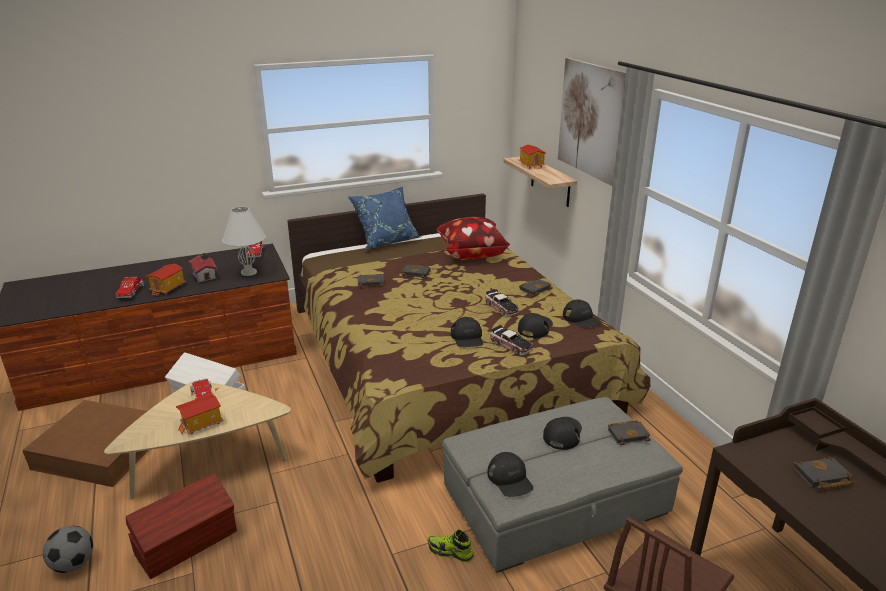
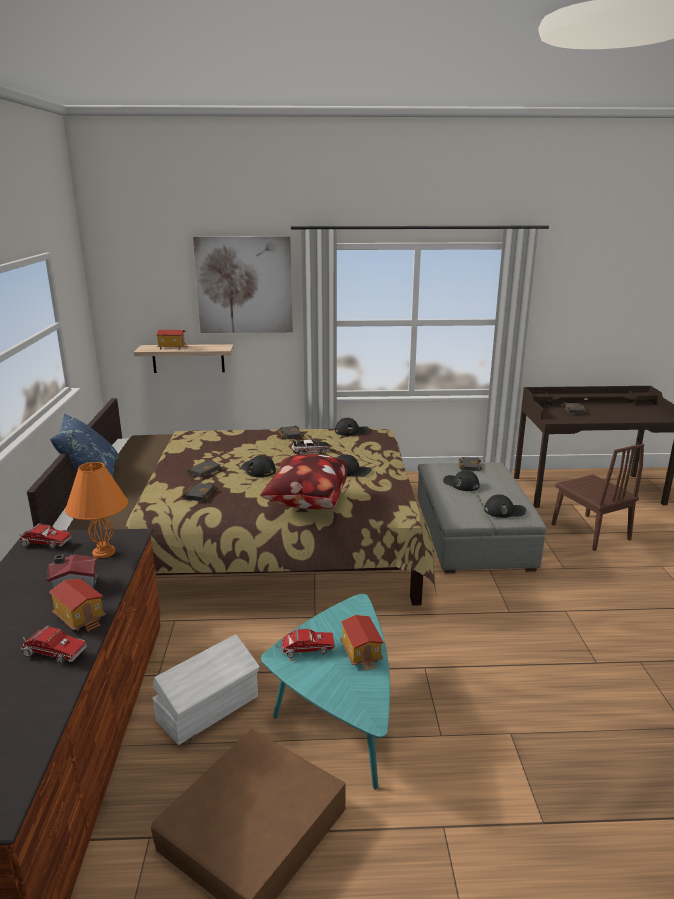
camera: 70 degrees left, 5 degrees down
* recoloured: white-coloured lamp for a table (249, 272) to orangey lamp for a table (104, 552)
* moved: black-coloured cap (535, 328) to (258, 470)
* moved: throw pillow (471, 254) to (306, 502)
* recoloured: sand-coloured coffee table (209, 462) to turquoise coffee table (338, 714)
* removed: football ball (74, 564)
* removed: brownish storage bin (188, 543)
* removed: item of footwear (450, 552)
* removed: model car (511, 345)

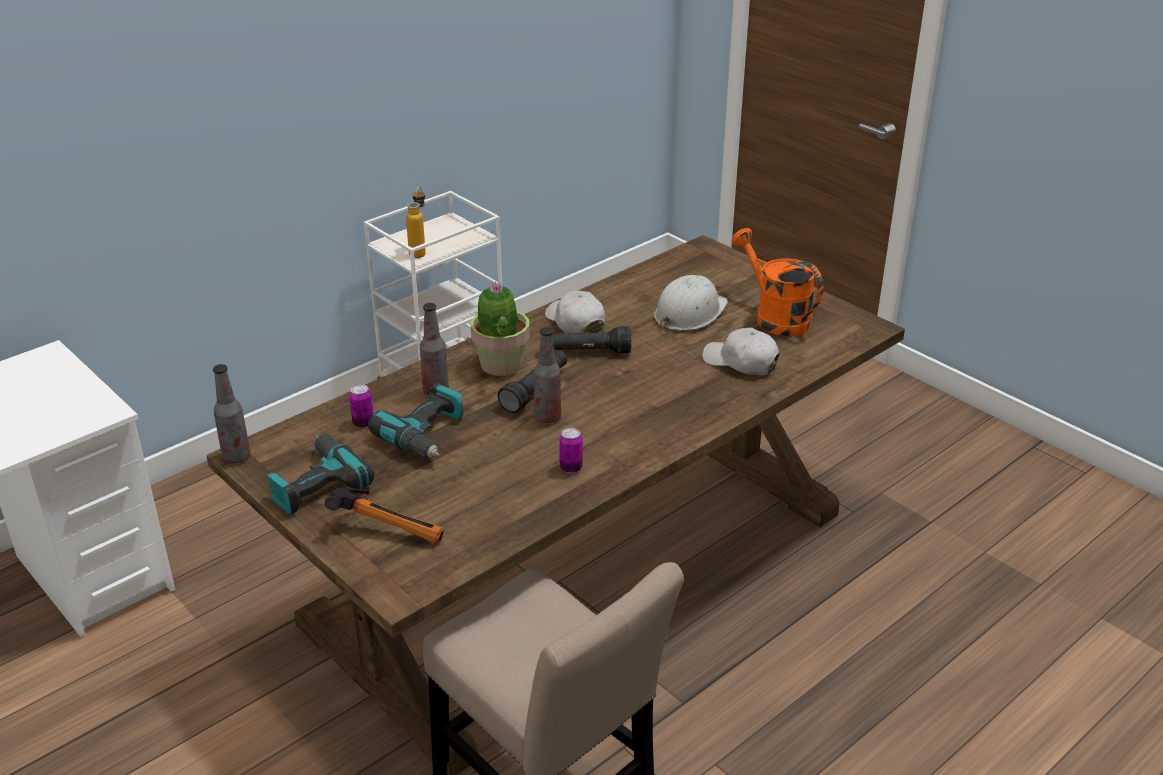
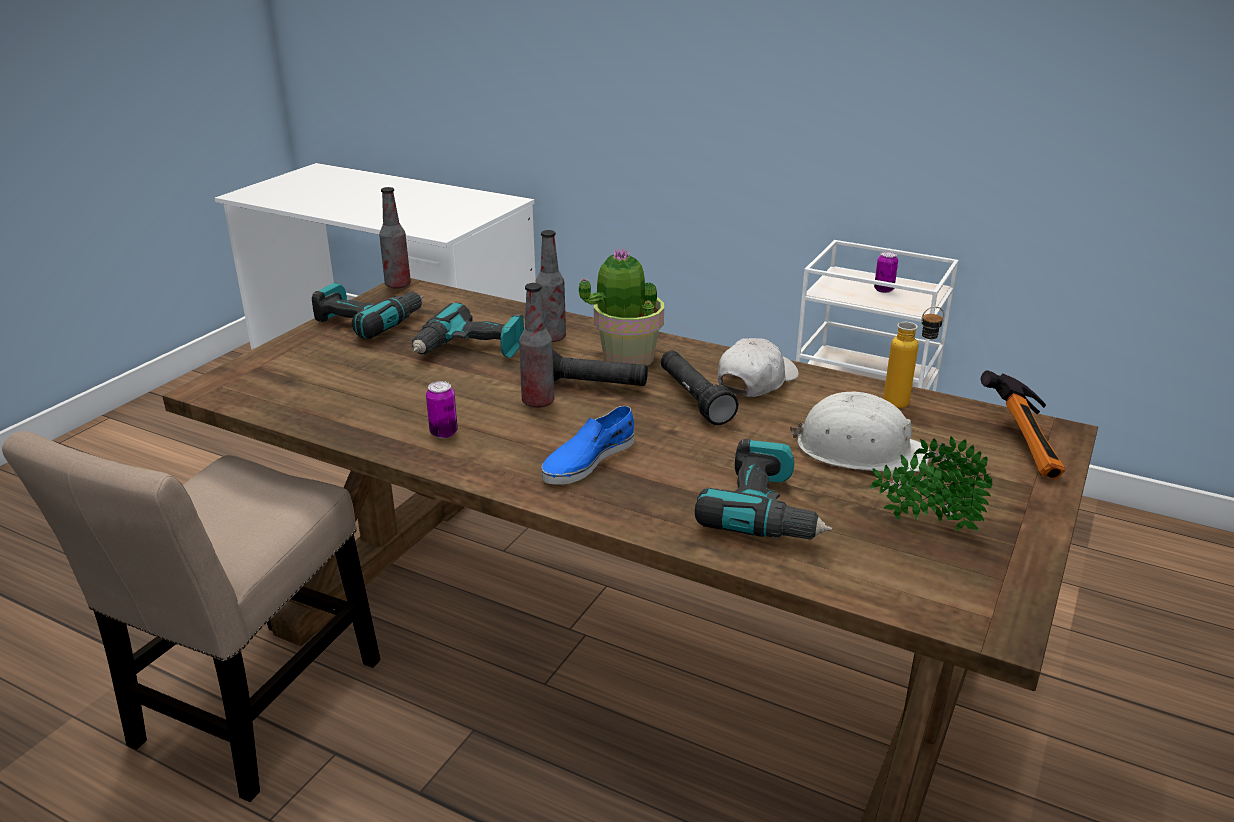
camera: 70 degrees right, 5 degrees down
* added: blue-coloured item of footwear (588, 460)
* replaced: white-coloured cap (741, 362) to drill (766, 511)
* replaced: orangey watering pot (775, 317) to houseplant (925, 522)
* moved: metal can (363, 423) to (883, 290)
* moved: drink bottle (420, 251) to (906, 403)
* moved: hammer (390, 527) to (1030, 445)

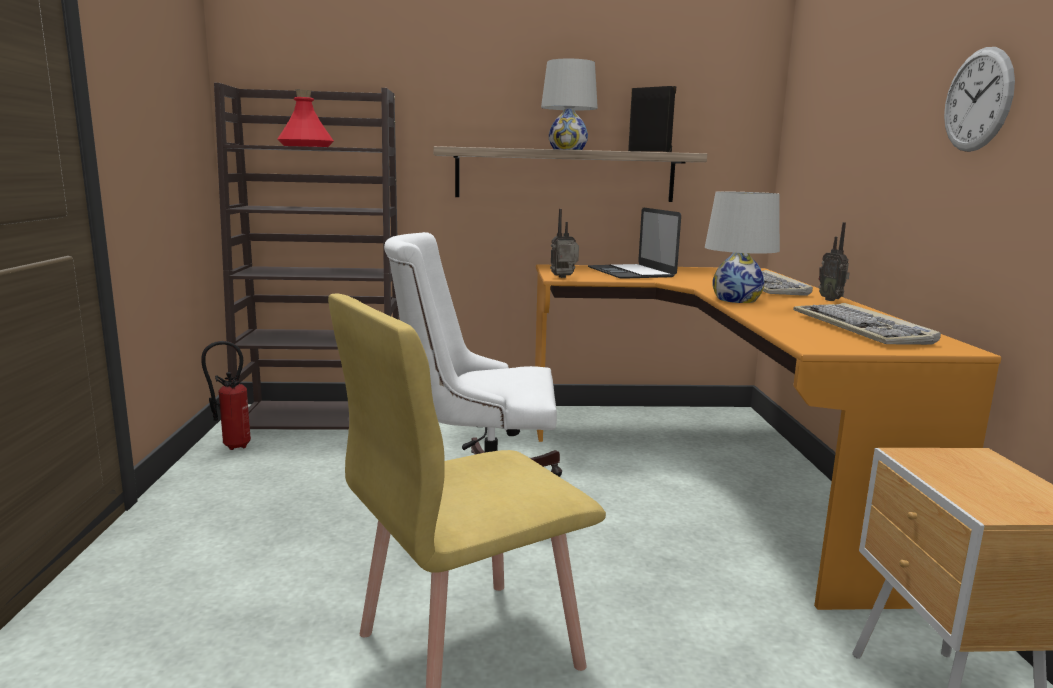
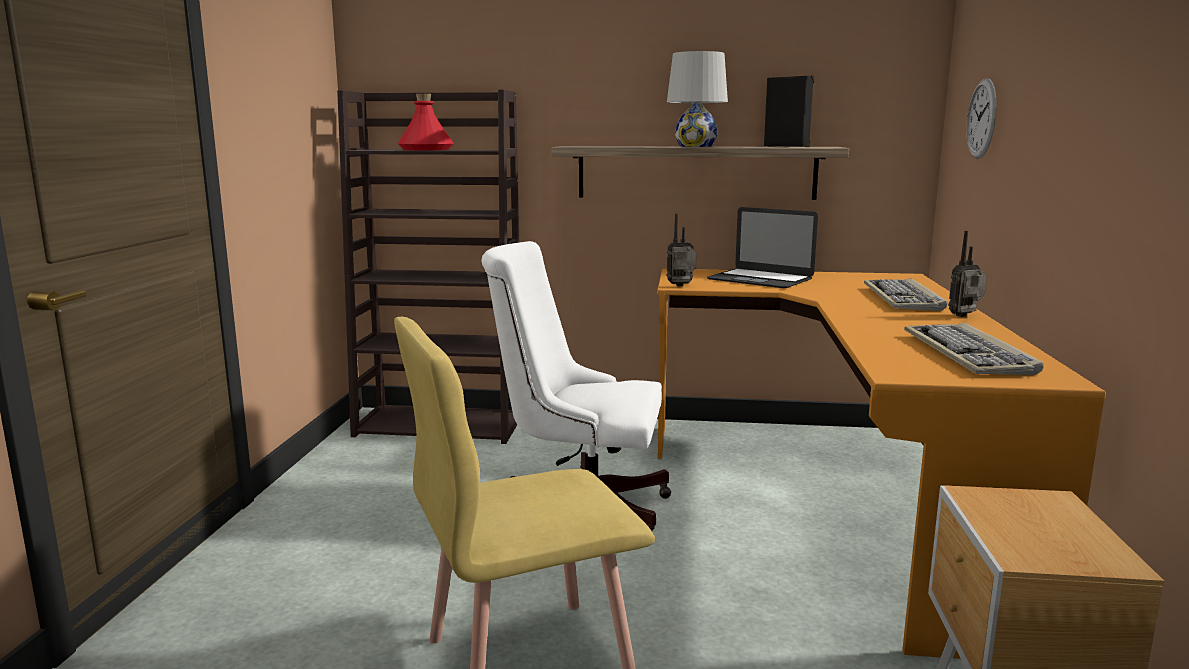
camera: 10 degrees right, 0 degrees up
* turned: laptop (631, 272) = (760, 279) 45 degrees counterclockwise
* turned: radio (831, 300) = (966, 316) 75 degrees clockwise
* moved: hanging clock (977, 100) to (982, 118)
* removed: fire extinguisher (232, 446)
* removed: white-coloured lamp for a table (736, 299)

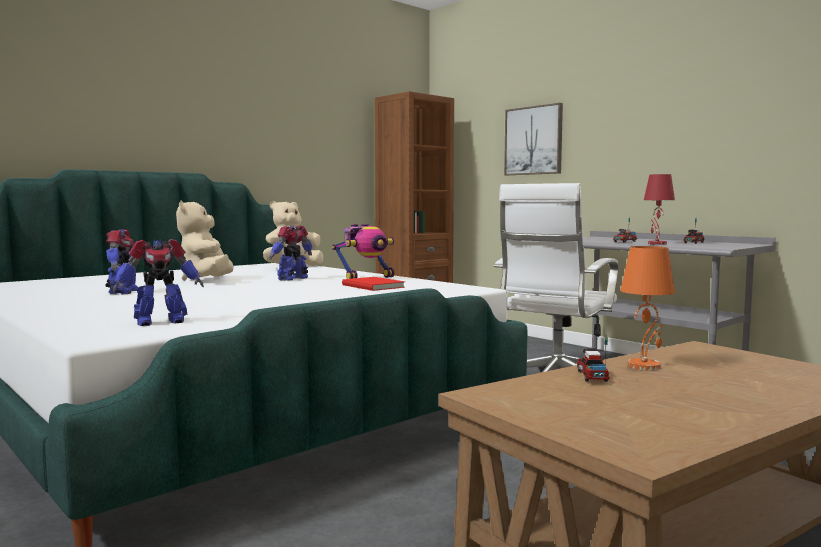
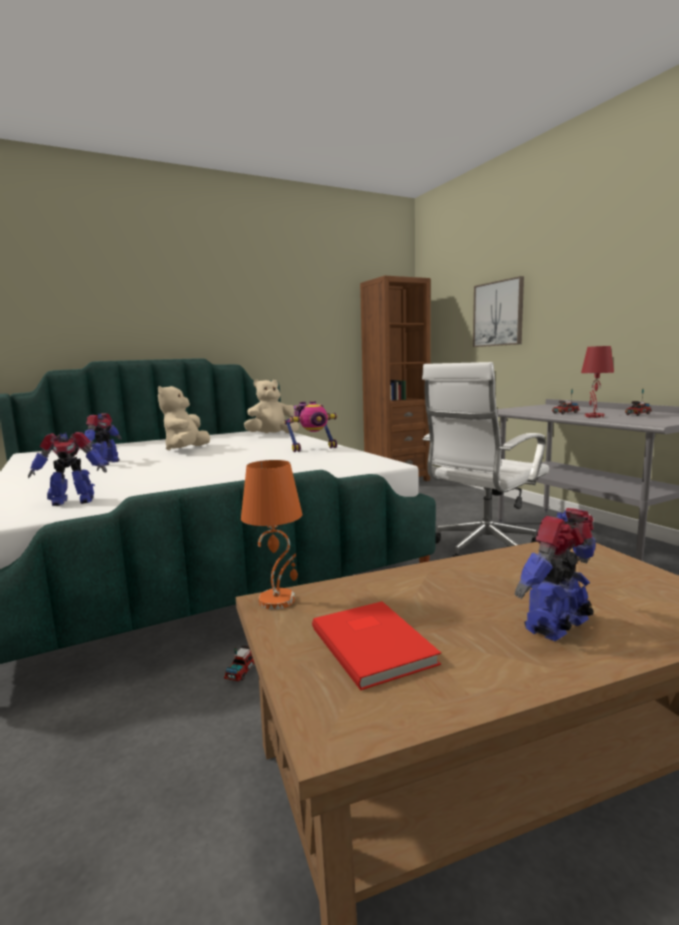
camera: 15 degrees right, 5 degrees up
* moved: toy lorry (592, 376) to (243, 669)
* moved: orangey lamp for a table (644, 366) to (278, 600)
* moved: red-coloured volume (374, 286) to (374, 644)
* moved: model robot (294, 279) to (558, 626)

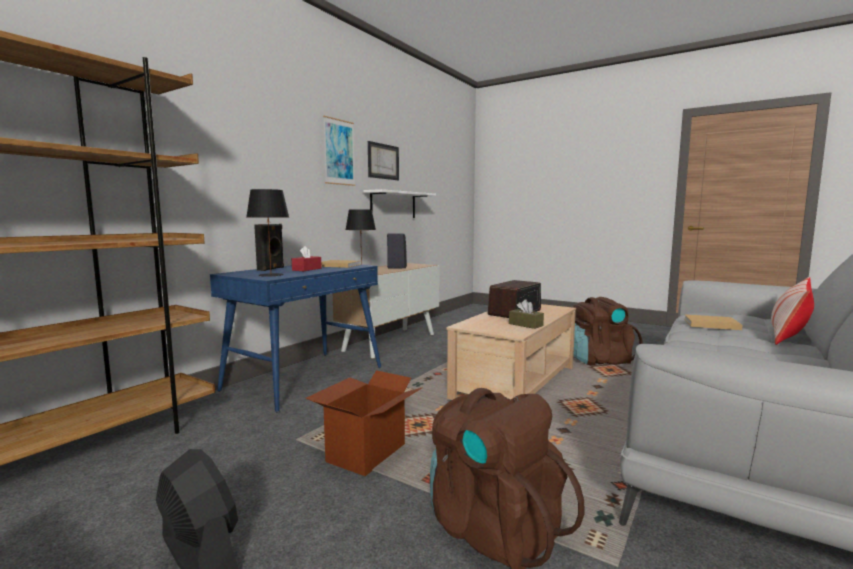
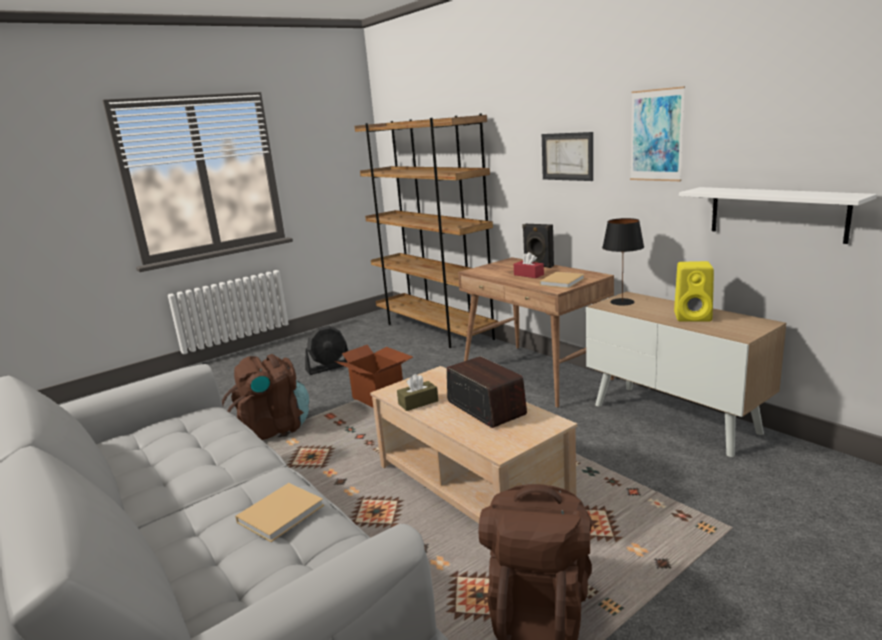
camera: 110 degrees right, 10 degrees up
* recoloured: blue-coloured desk table (305, 378) to brownish desk table (536, 374)
* moved: wall art (383, 161) to (567, 156)
* recoloured: black-coloured speaker (396, 267) to yellow speaker (694, 317)
* removed: black-coloured lamp for a table (271, 275)
* removed: throw pillow (789, 334)

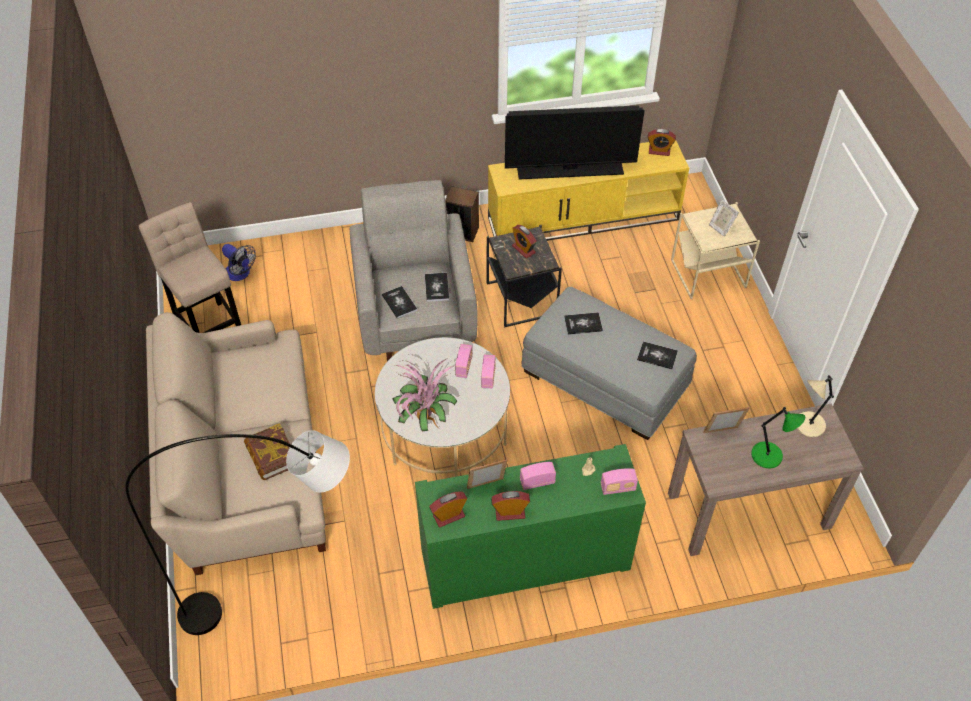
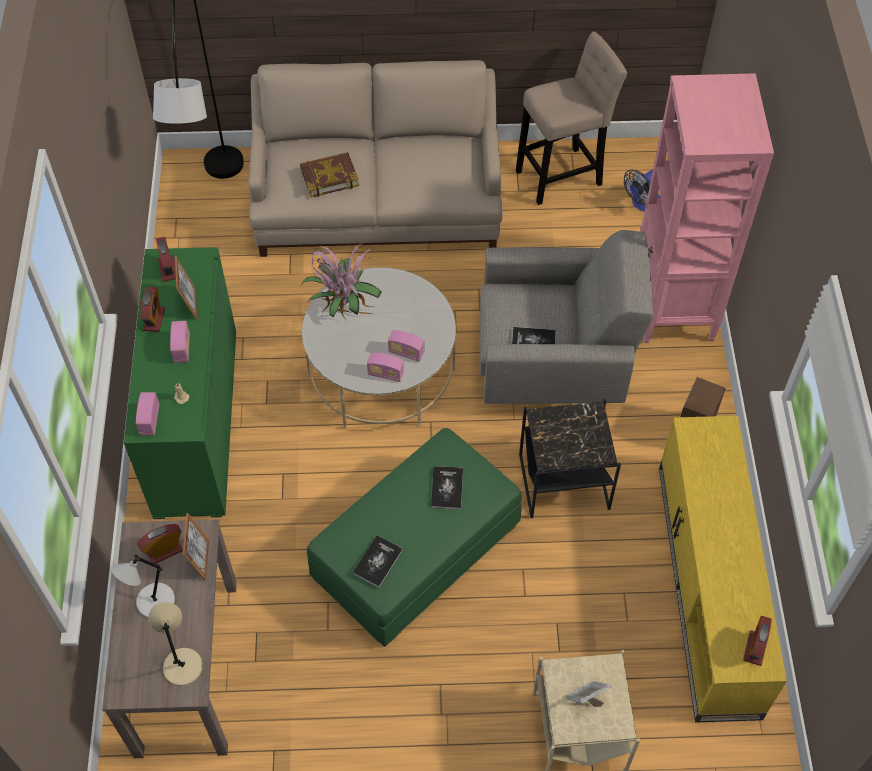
camera: 100 degrees right, 5 degrees up
* recoloured: green-coloured lamp for a table (768, 456) to gray lamp for a table (153, 603)
* moved: table clock (523, 249) to (164, 551)
* recoloured: gray pouffe (605, 379) to green-coloured pouffe (416, 552)
* added: pink bookshelf (672, 307)
* removed: volume (399, 303)
* removed: TV (570, 170)

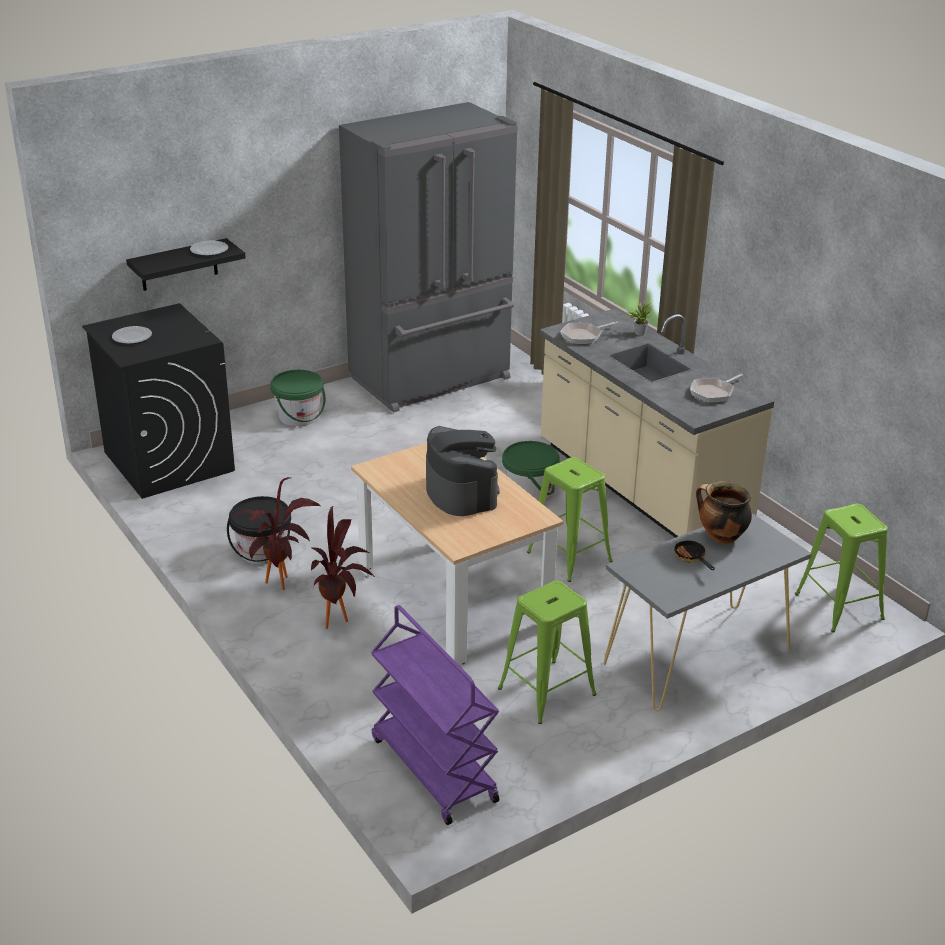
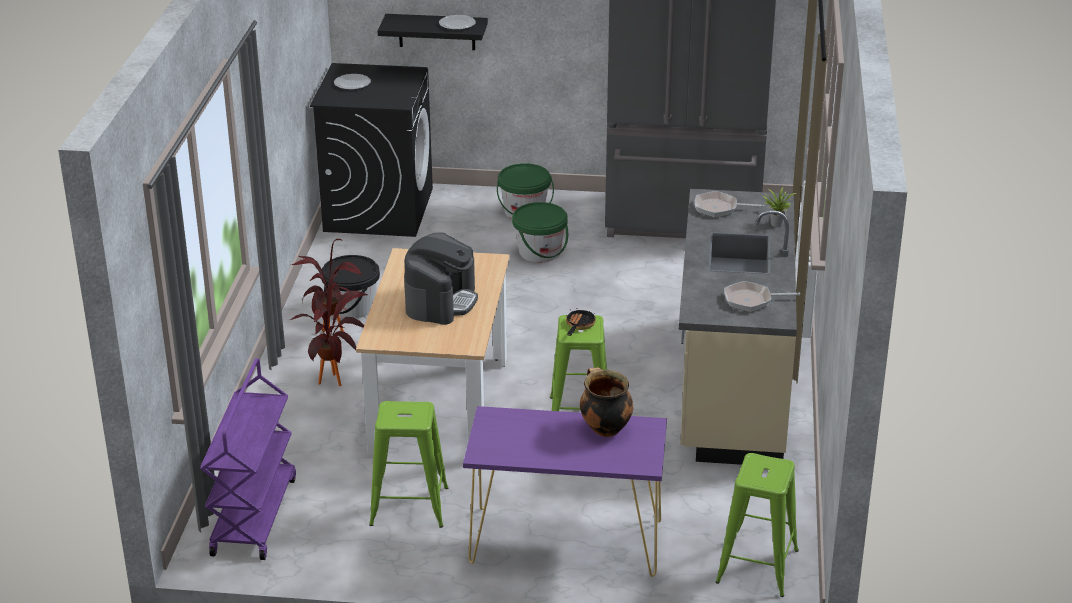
camera: 40 degrees right, 0 degrees up
* recoloured: gray console table (696, 657) to purplish console table (565, 541)
* moved: green-coloured pail (529, 492) to (540, 252)
* moved: pan (691, 558) to (579, 326)

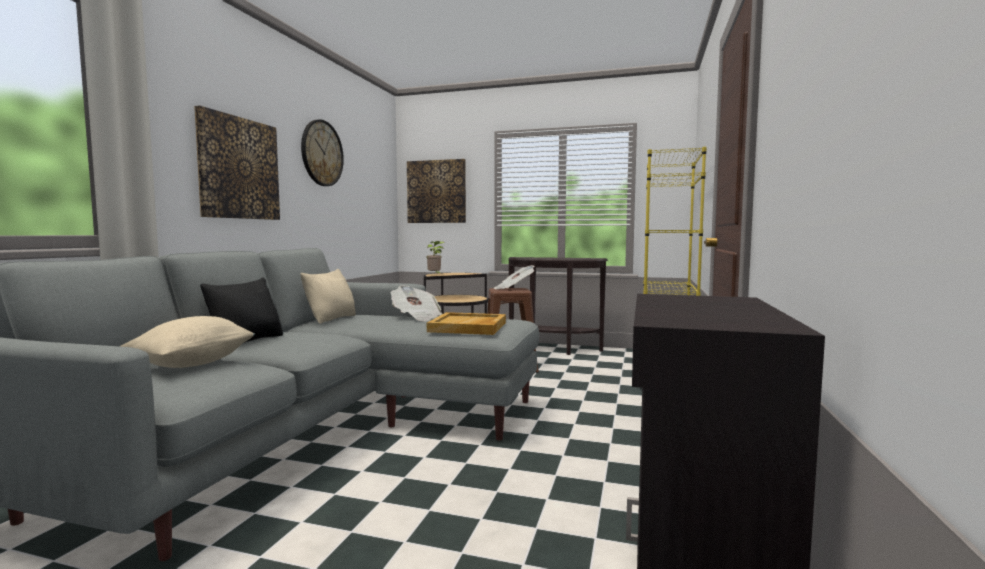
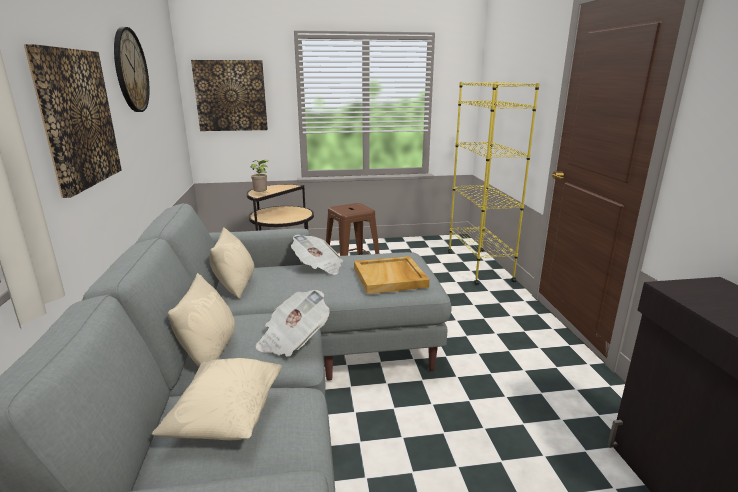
camera: 25 degrees left, 15 degrees up
* recoloured: black-coloured throw pillow (247, 341) to sand-coloured throw pillow (209, 351)
* moved: printed paper (514, 288) to (293, 339)
* removed: brownish console table (553, 350)

